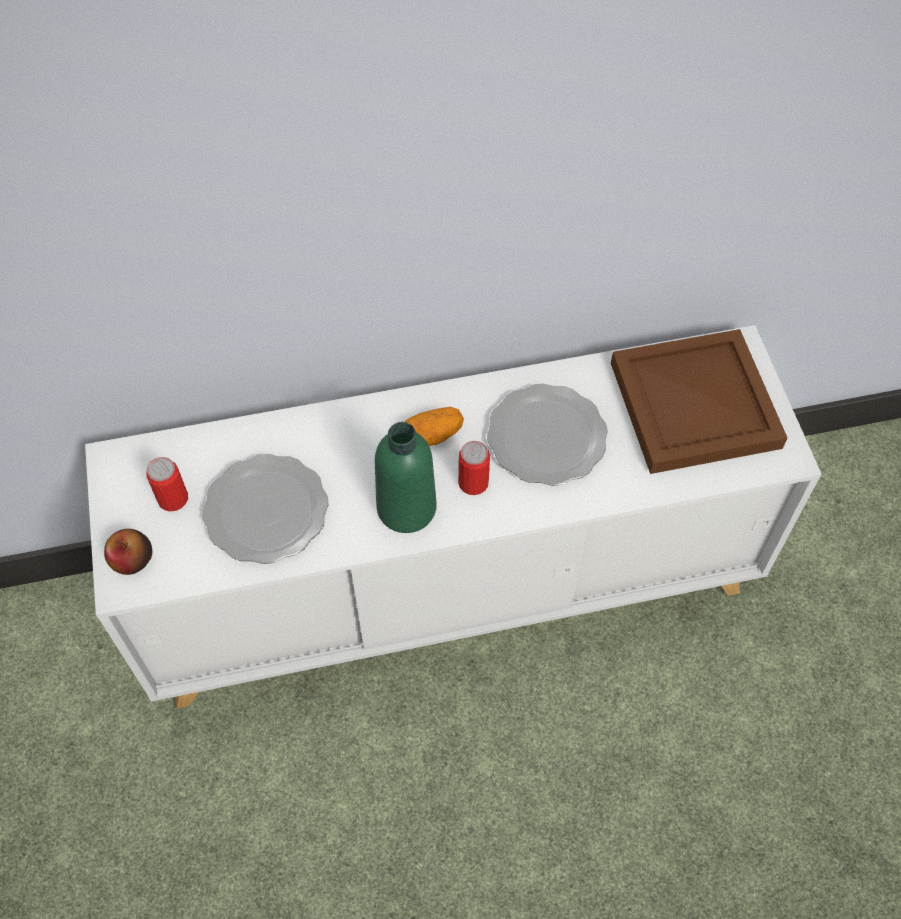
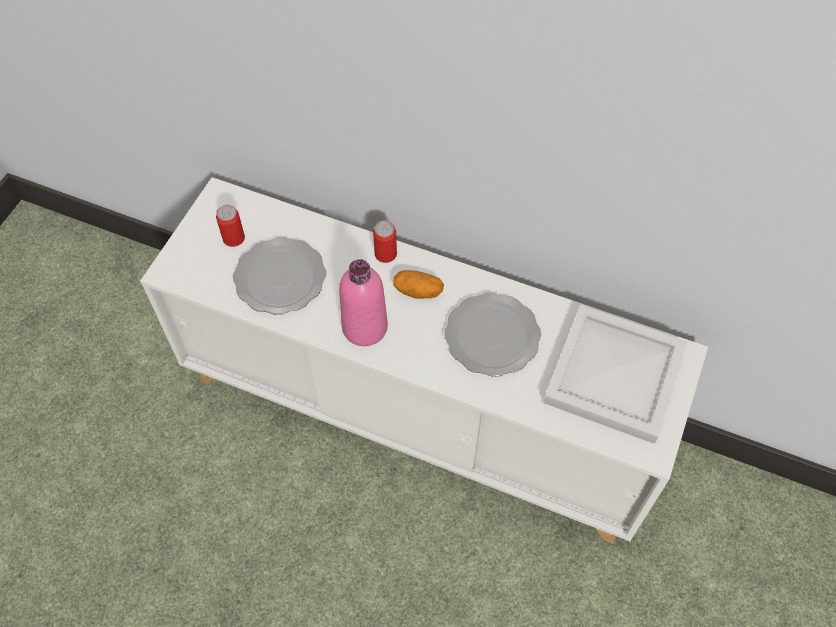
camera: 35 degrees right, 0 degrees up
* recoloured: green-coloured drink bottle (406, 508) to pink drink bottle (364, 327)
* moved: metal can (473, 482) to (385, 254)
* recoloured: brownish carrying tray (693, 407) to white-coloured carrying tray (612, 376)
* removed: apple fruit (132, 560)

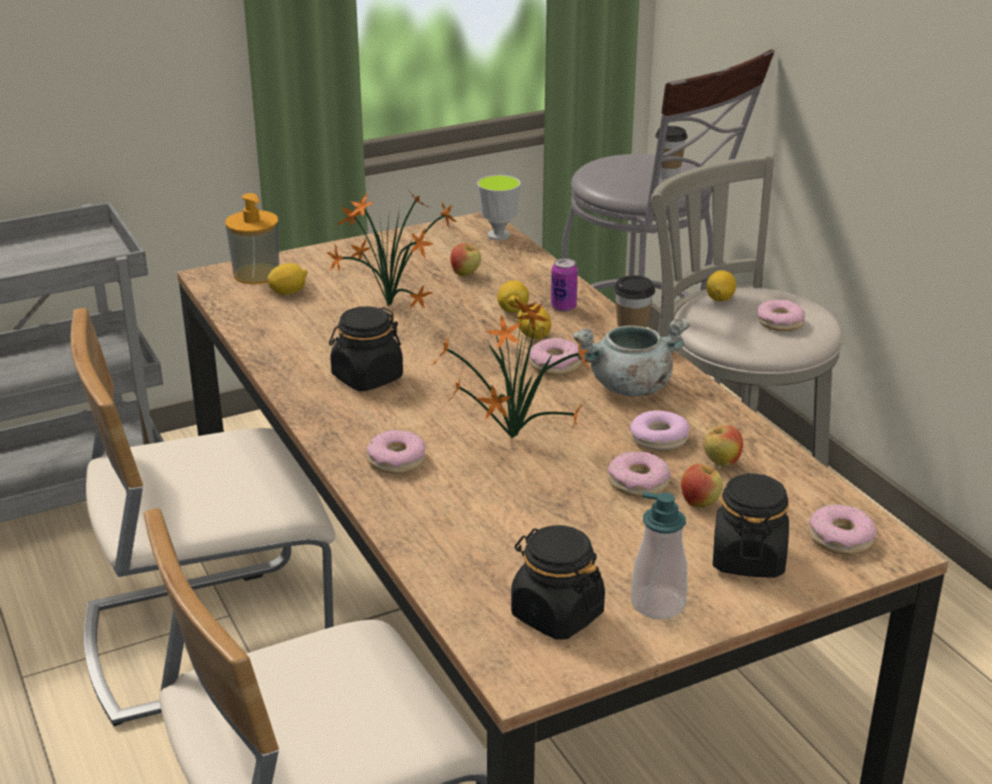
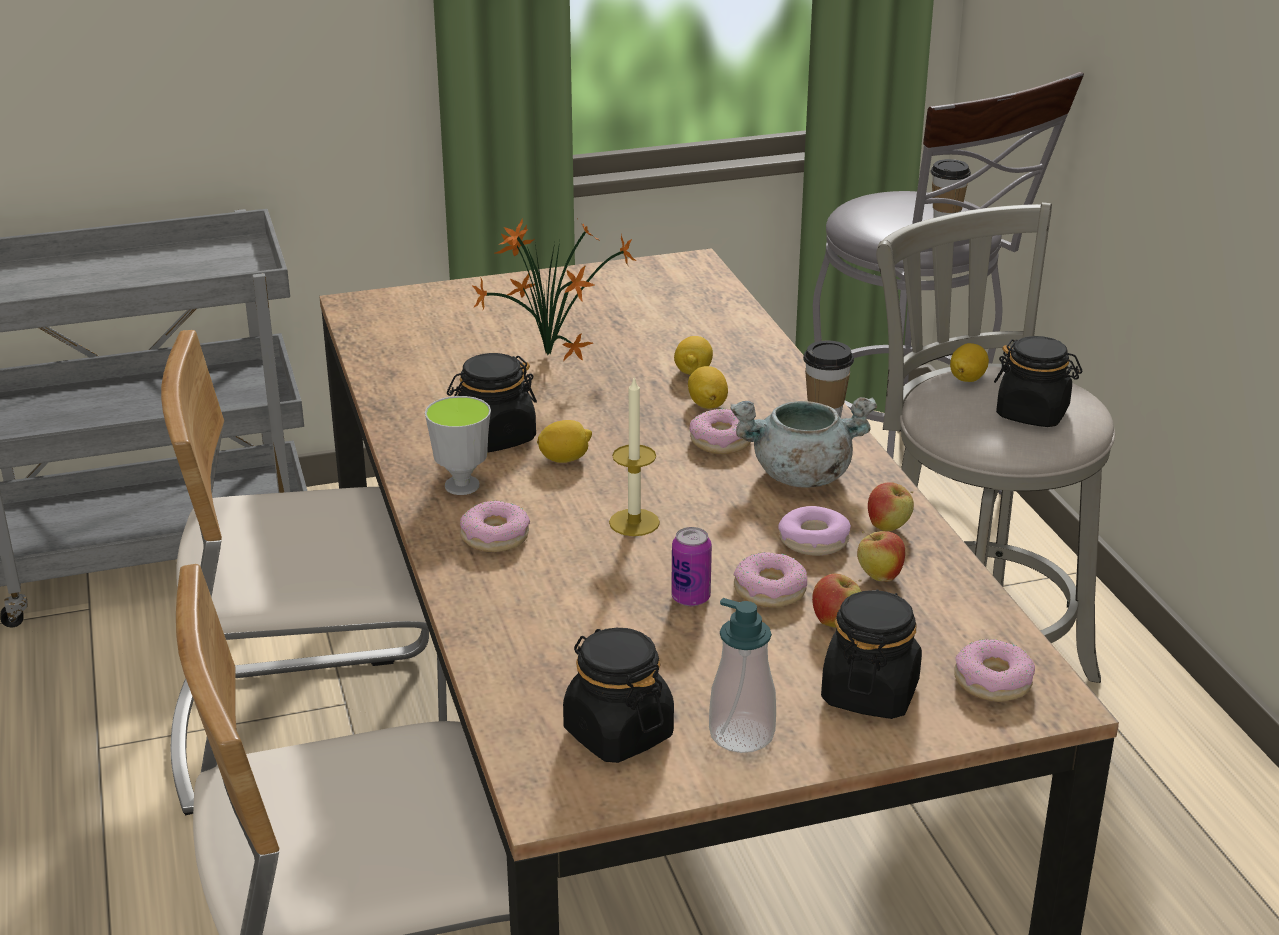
camera: 10 degrees right, 0 degrees up
* moved: drinking cup (498, 235) to (462, 486)
* moved: citrus fruit (288, 292) to (565, 459)
* replaced: houseplant (508, 437) to candle (634, 522)
* moved: metal can (563, 307) to (690, 598)
* moved: apple fruit (465, 274) to (888, 528)
* replaced: doughnut (780, 322) to black-coloured storage jar (1033, 414)
* removed: soap bottle (256, 274)

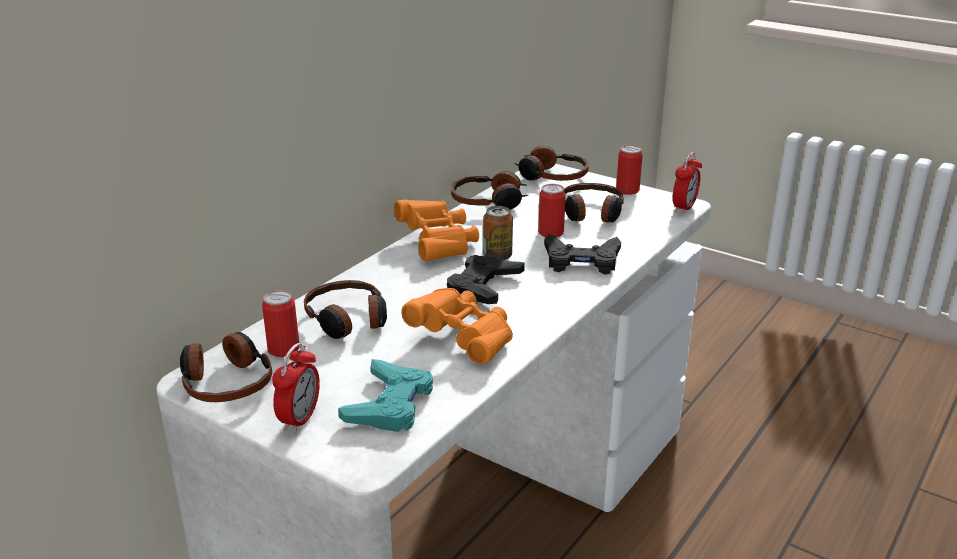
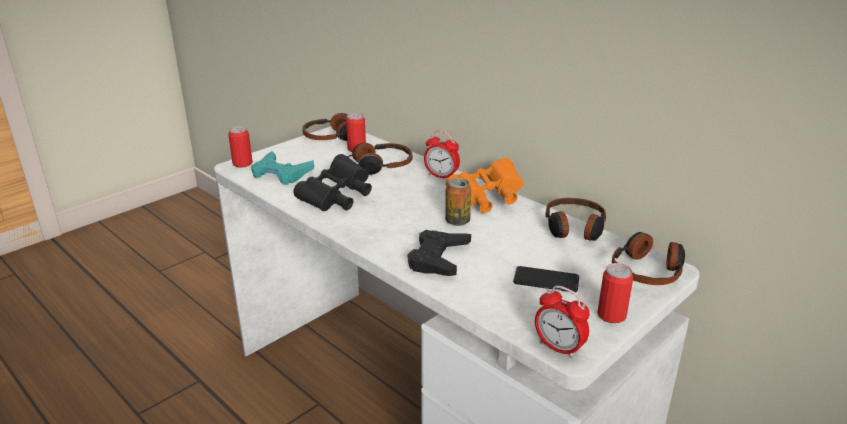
camera: 100 degrees right, 0 degrees up
* moved: metal can (551, 233) to (242, 163)
* recoloured: orangey field glasses (464, 339) to black-coloured field glasses (337, 198)
* moved: table clock (300, 419) to (441, 176)
* replaced: headset (591, 213) to handset (546, 280)
* removed: black-coloured gamepad (483, 287)

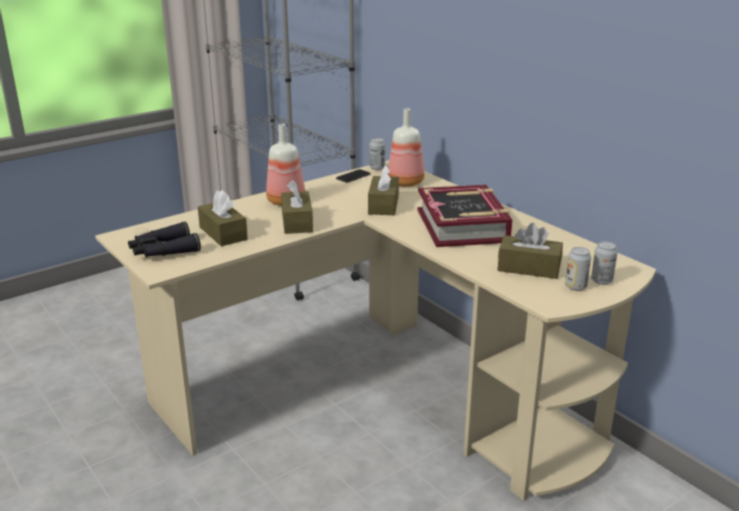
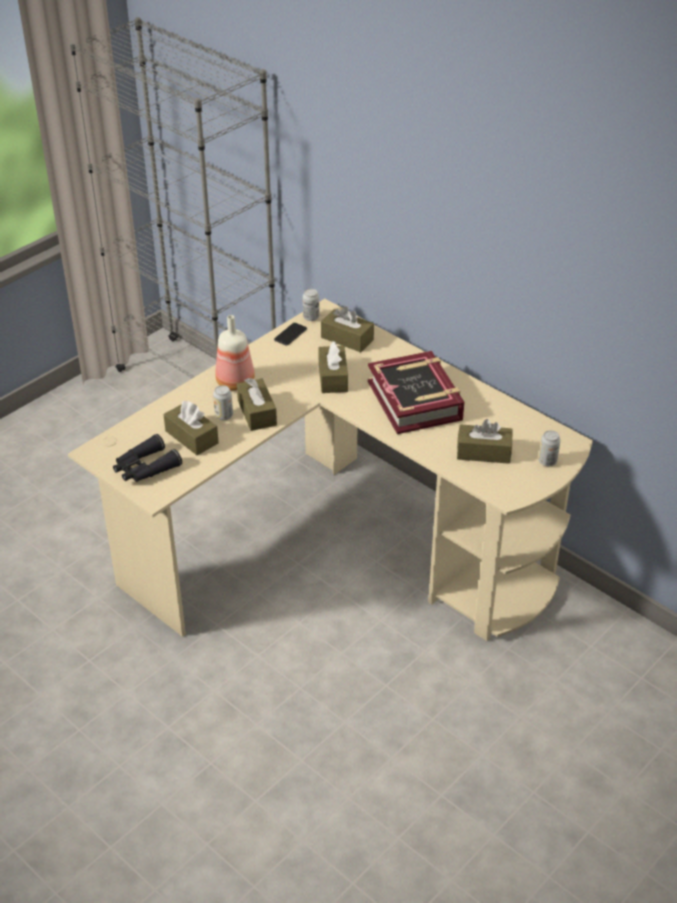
camera: 10 degrees left, 15 degrees up
* moved: metal can (575, 287) to (224, 416)
* replaced: drink bottle (407, 182) to brownish tissue holder (347, 339)

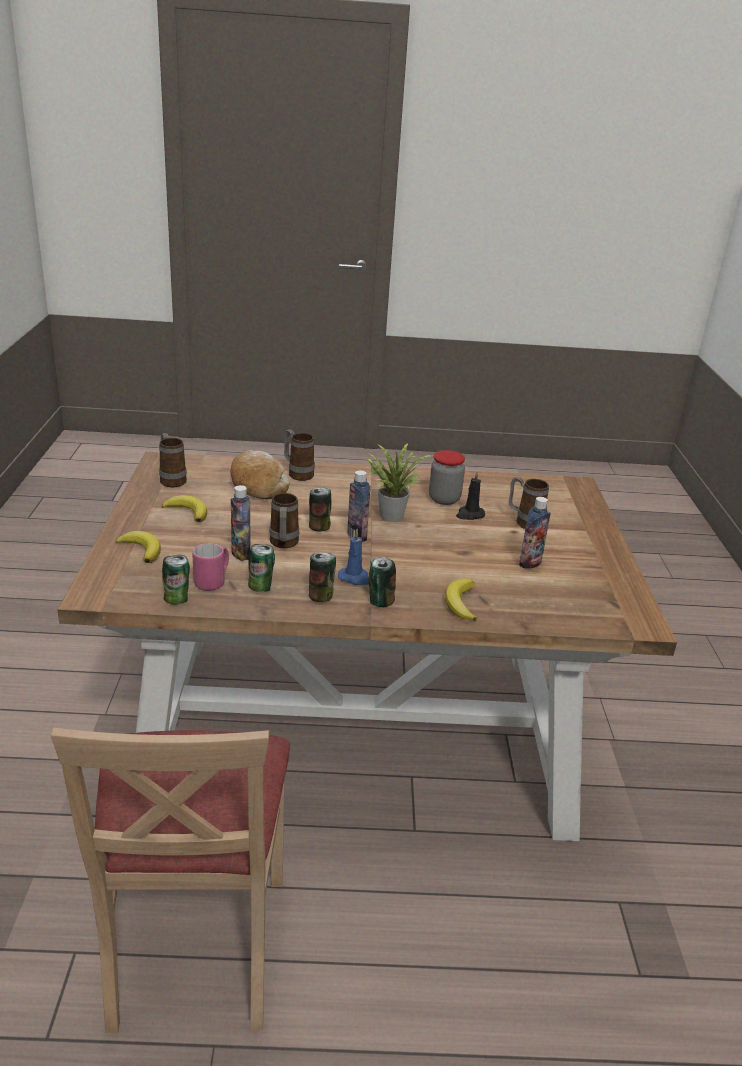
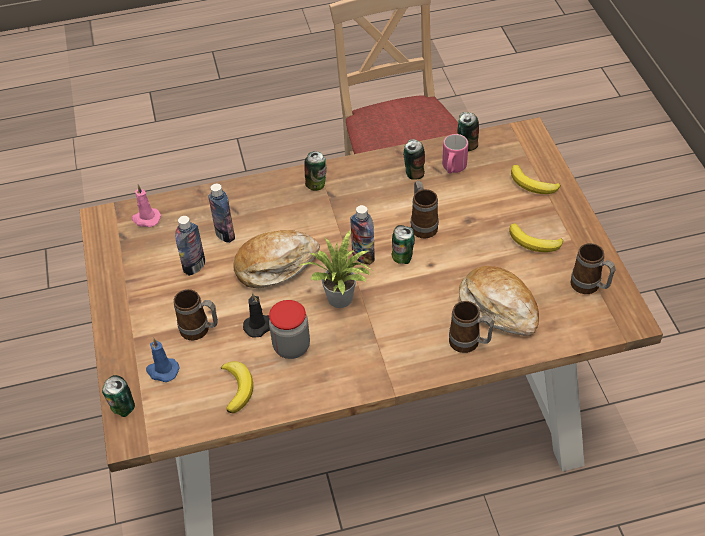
camera: 170 degrees right, 20 degrees up
* moved: metal can (321, 596) to (123, 409)
* added: pink candle (146, 219)
* moved: blue-coloured candle (355, 578) to (162, 371)
* moved: drink bottle (241, 554) to (225, 234)
* moved: whole banana (460, 603) to (237, 388)
* added: baked bread (275, 265)

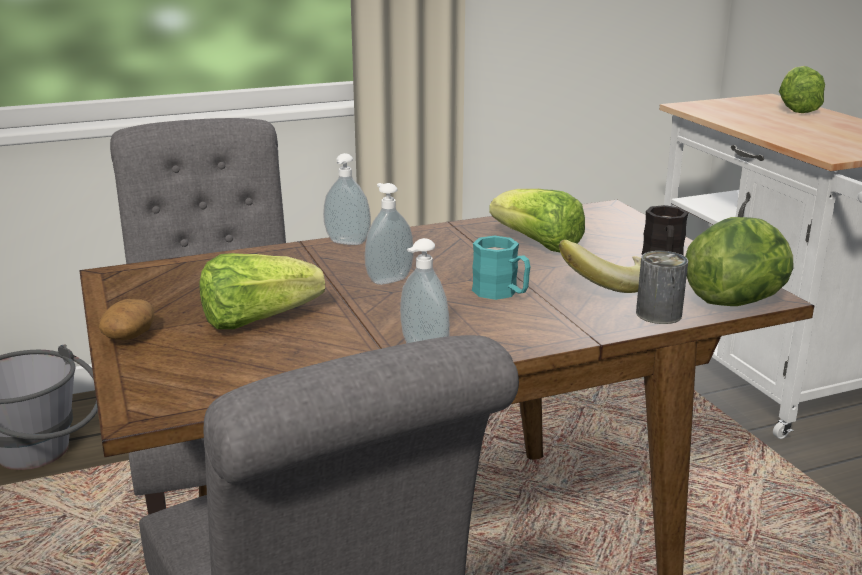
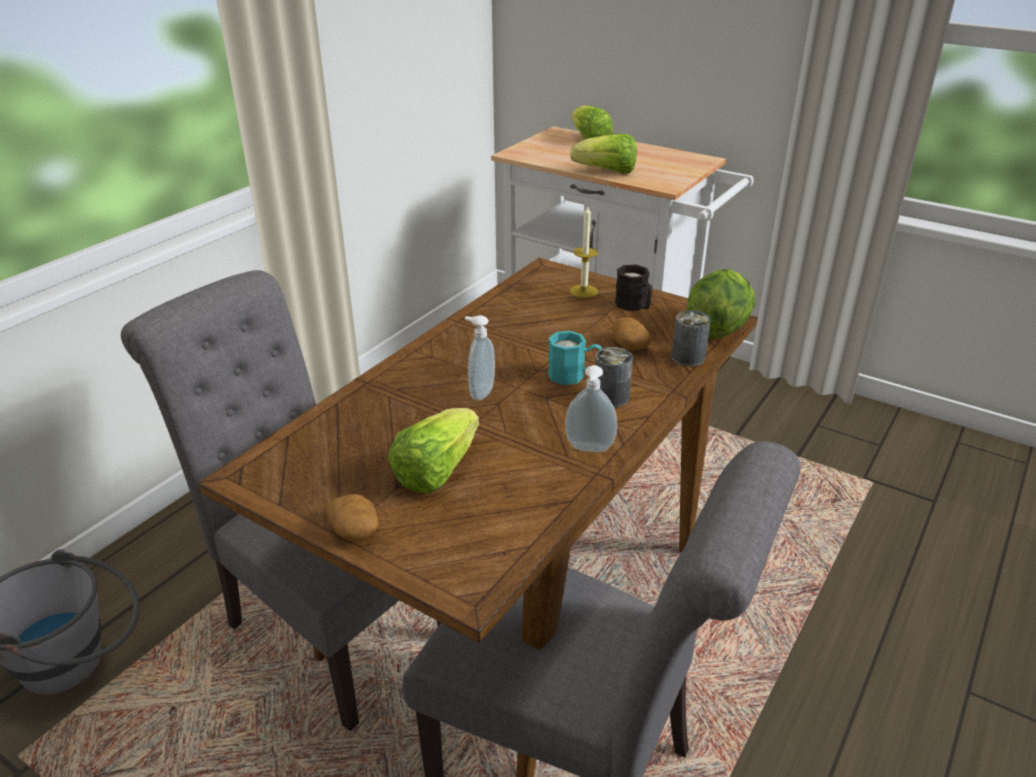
camera: 35 degrees left, 10 degrees up
* moved: lettuce head (538, 244) to (607, 172)
* added: candle (584, 291)
* added: metal can (611, 397)
* replaced: whole banana (604, 286) to potato (629, 344)
* removed: soap bottle (347, 243)

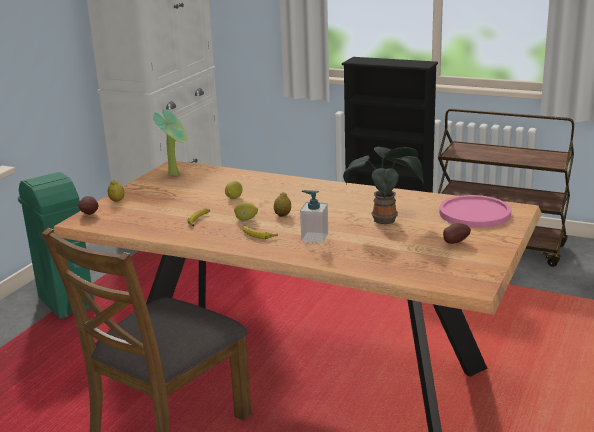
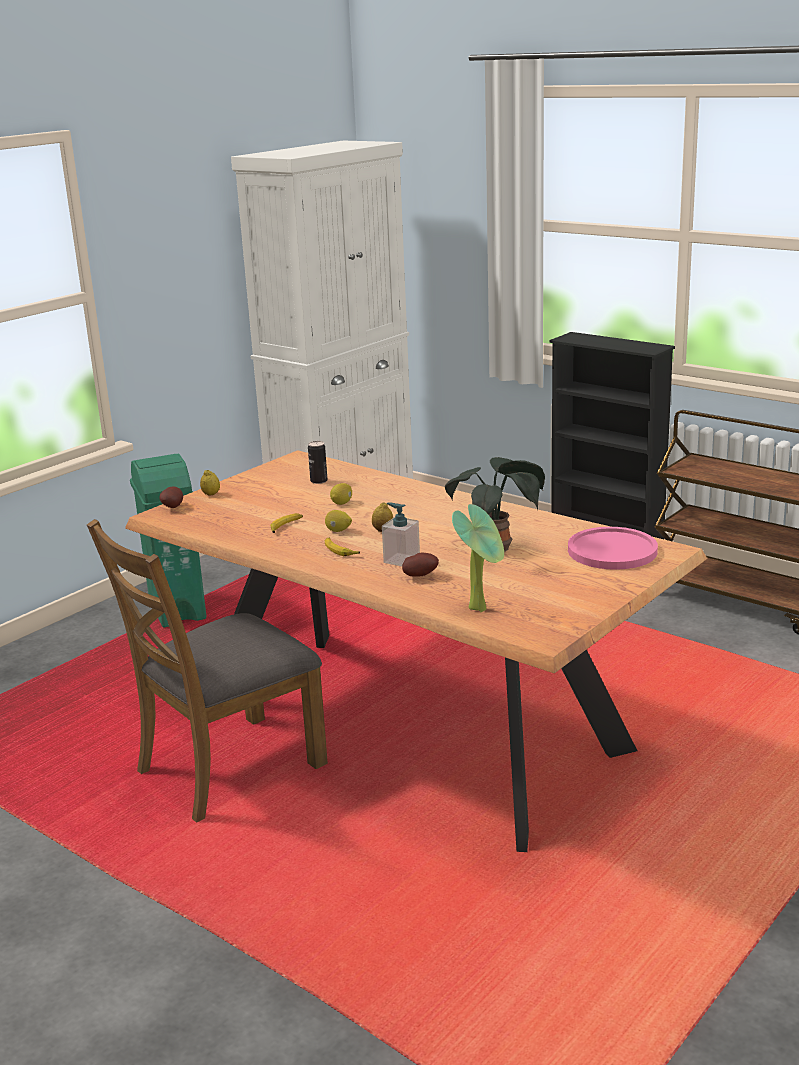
camera: 15 degrees right, 0 degrees up
* added: metal can (319, 481)
* moved: potato (454, 242) to (420, 575)
* moved: houseplant (176, 174) to (481, 608)

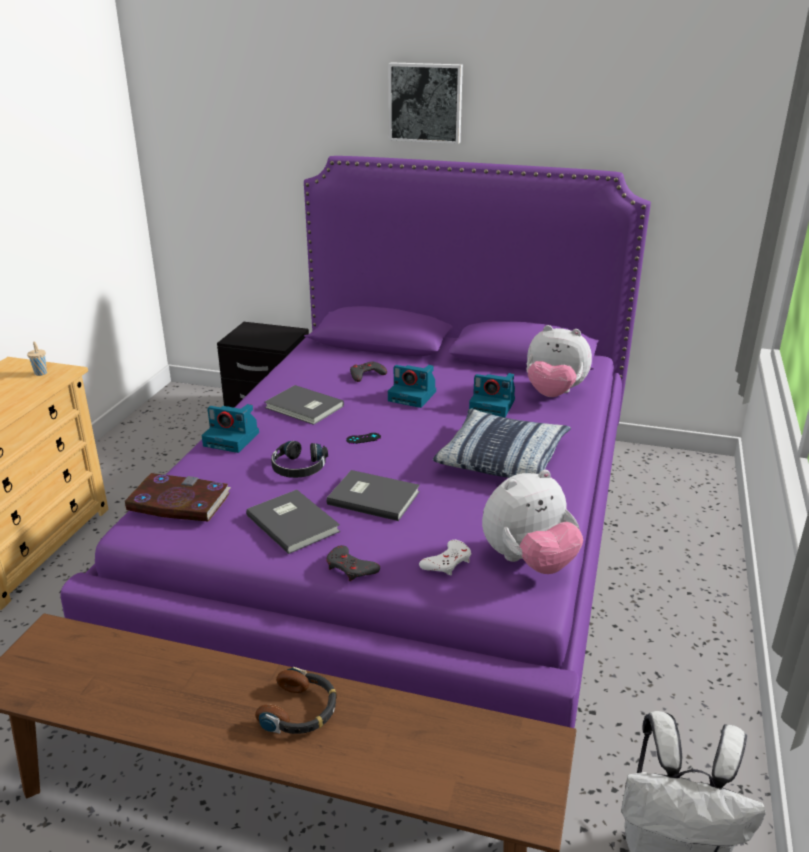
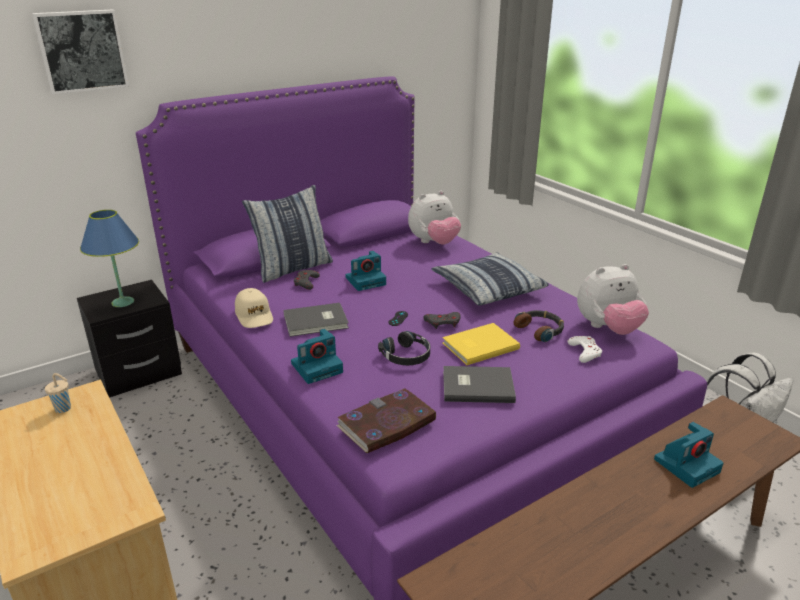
camera: 50 degrees left, 0 degrees up
* moved: wall art (425, 102) to (81, 51)
* added: blue-coloured lamp for a table (123, 302)
* added: sand-coloured cap (254, 315)
* added: throw pillow (293, 268)
* moved: gray gamepad (351, 568) to (443, 322)
* recoloured: gray volume (373, 496) to yellow volume (478, 345)
* moved: headset (300, 711) to (540, 330)
* turned: soft toy (529, 561) = (608, 328) 60 degrees clockwise
* moved: photo camera (493, 405) to (687, 465)

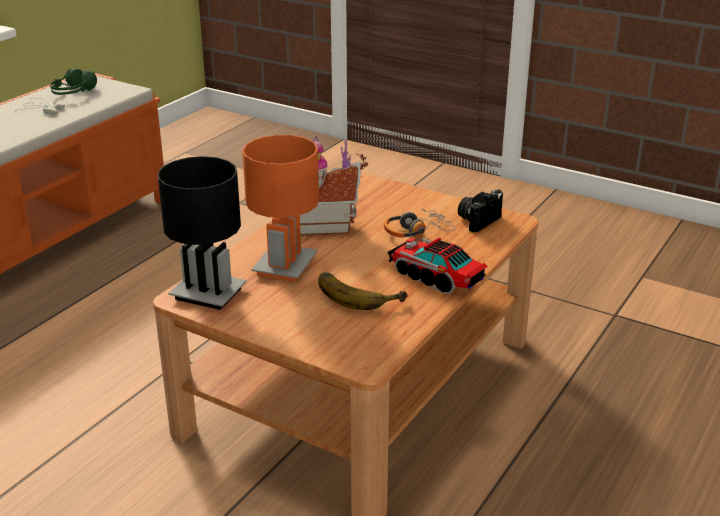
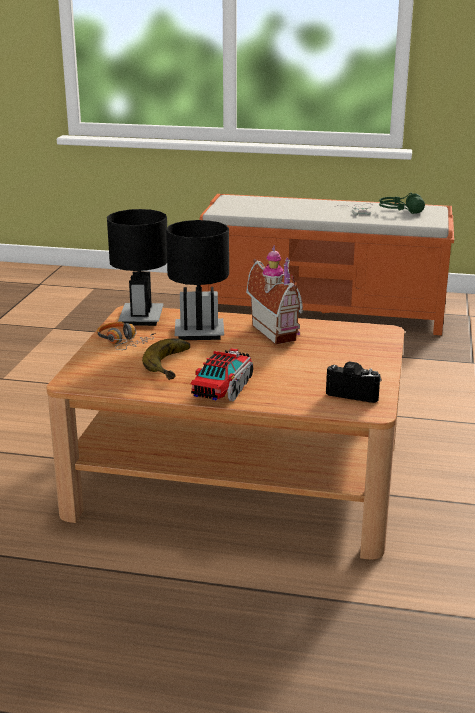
camera: 70 degrees right, 5 degrees down
* moved: headset (416, 231) to (124, 342)
* recoloured: orangey lamp for a table (286, 266) to black-coloured lamp for a table (199, 333)

